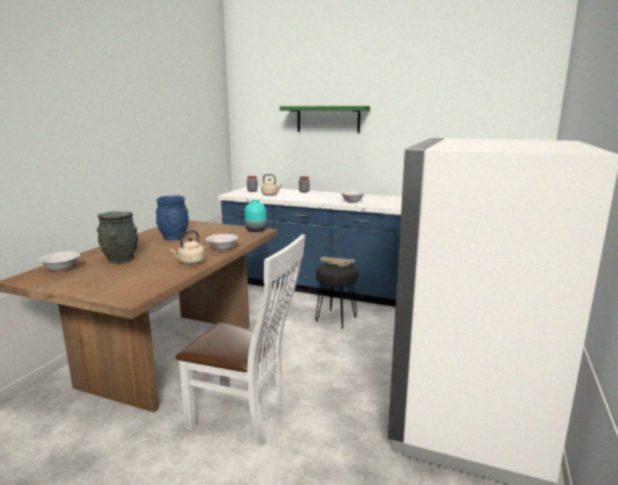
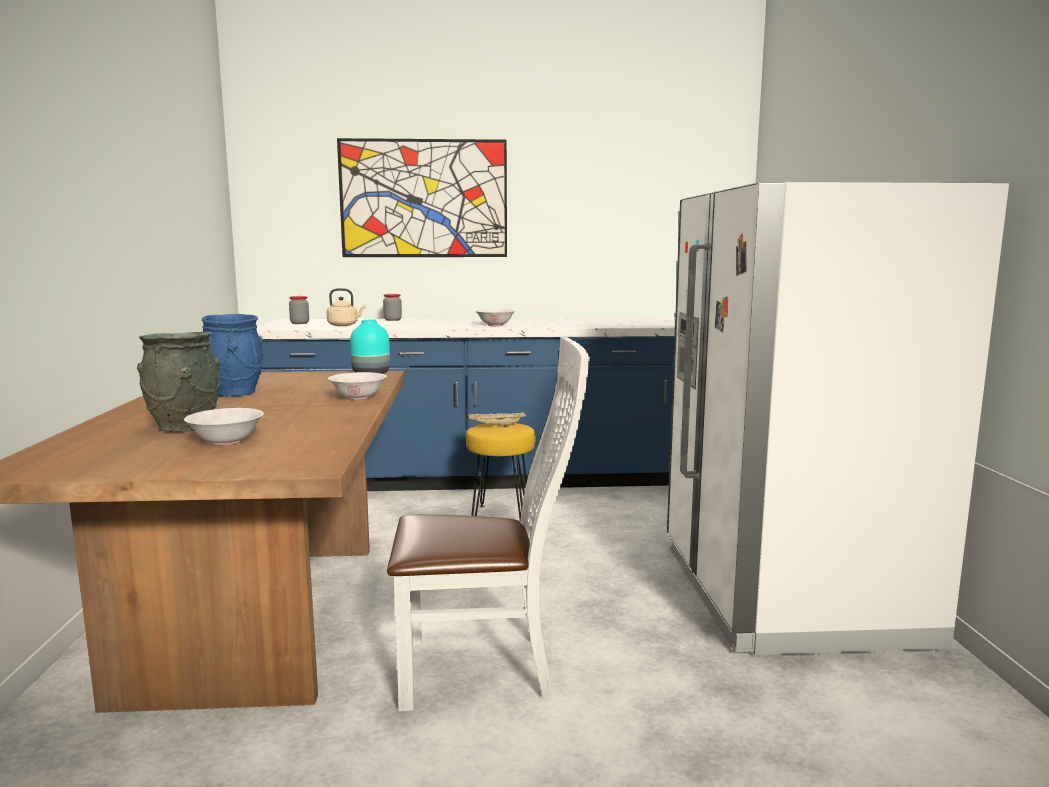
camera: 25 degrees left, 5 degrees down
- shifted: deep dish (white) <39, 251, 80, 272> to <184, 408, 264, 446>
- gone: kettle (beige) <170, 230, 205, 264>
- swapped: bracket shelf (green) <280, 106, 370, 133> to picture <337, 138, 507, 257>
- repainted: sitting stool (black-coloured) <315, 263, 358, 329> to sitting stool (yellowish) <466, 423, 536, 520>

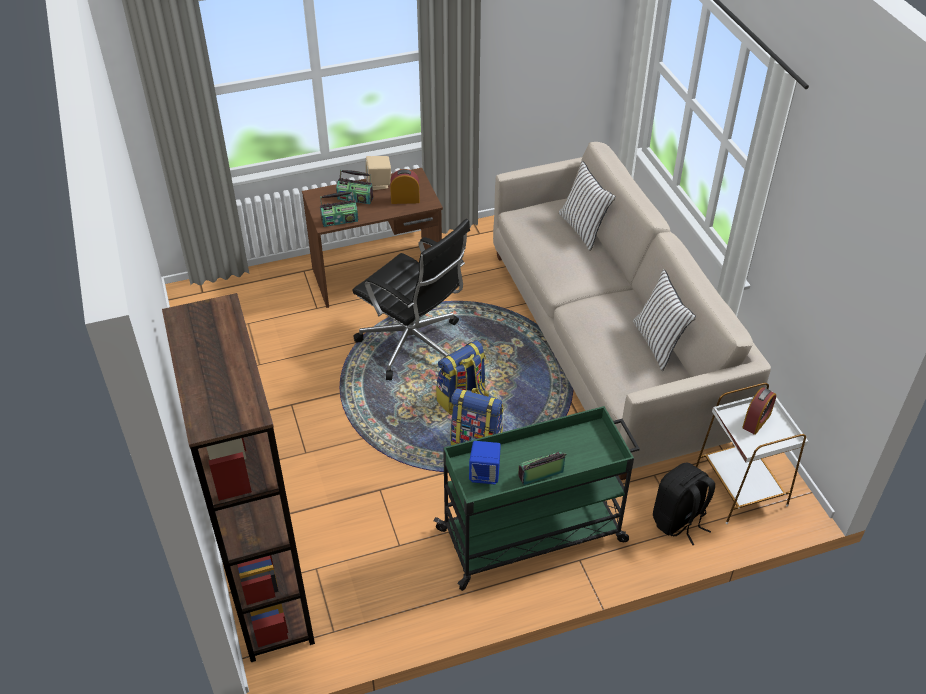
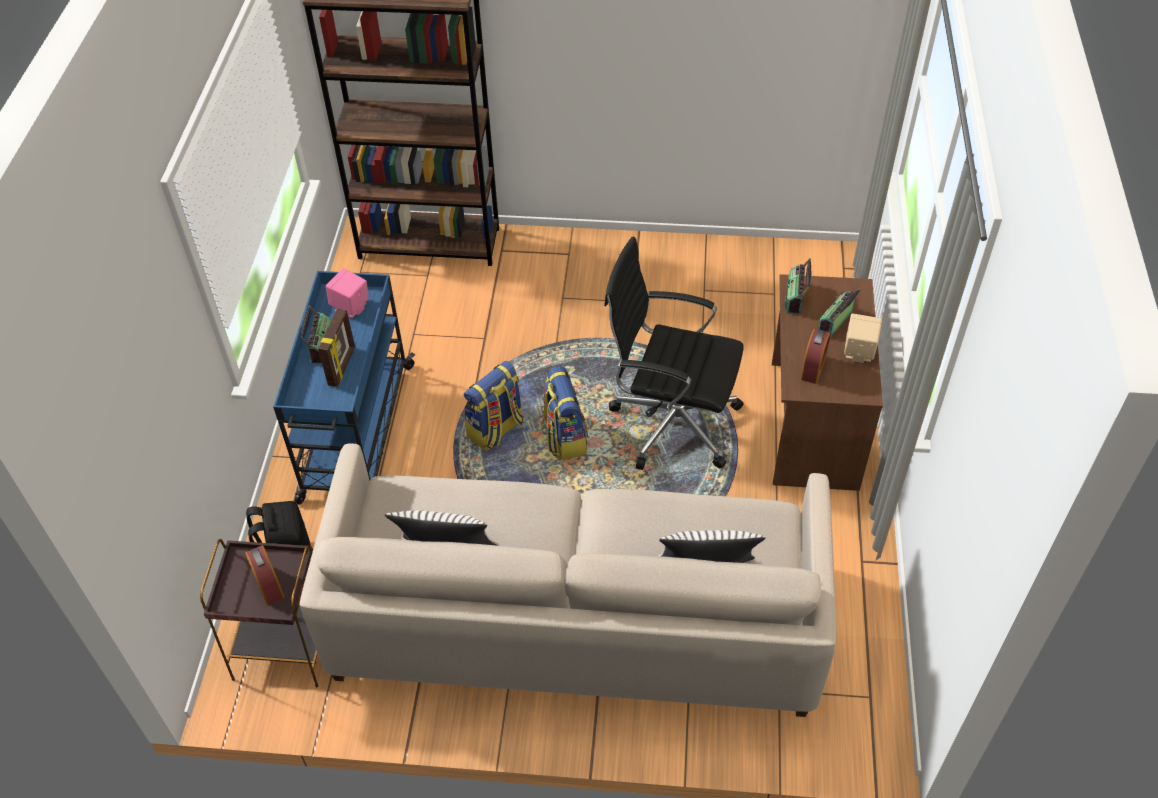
camera: 115 degrees right, 5 degrees up
- rotated: desk chair (black-coloured) <352, 219, 470, 380> = <604, 237, 744, 470> 45 degrees clockwise
- repainted: wheeled cart (green) <433, 406, 640, 591> to wheeled cart (bluish) <273, 271, 415, 505>
- repainted: loudspeaker (bluish) <469, 441, 501, 484> to loudspeaker (pink-coloured) <326, 268, 369, 318>
- repainted: end table (white) <696, 383, 808, 524> to end table (brownish) <200, 539, 318, 687>
- new: picture frame <318, 308, 355, 387>

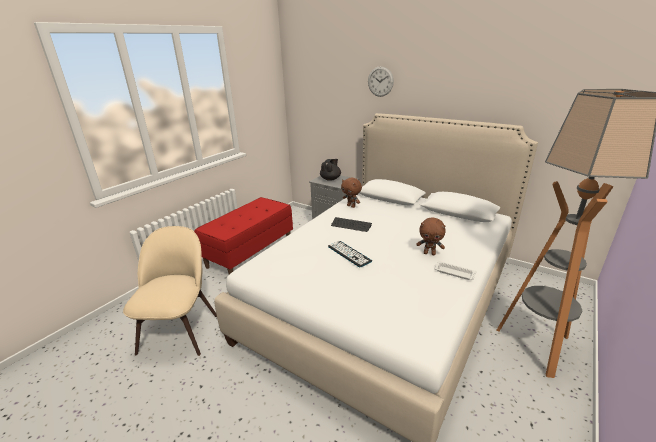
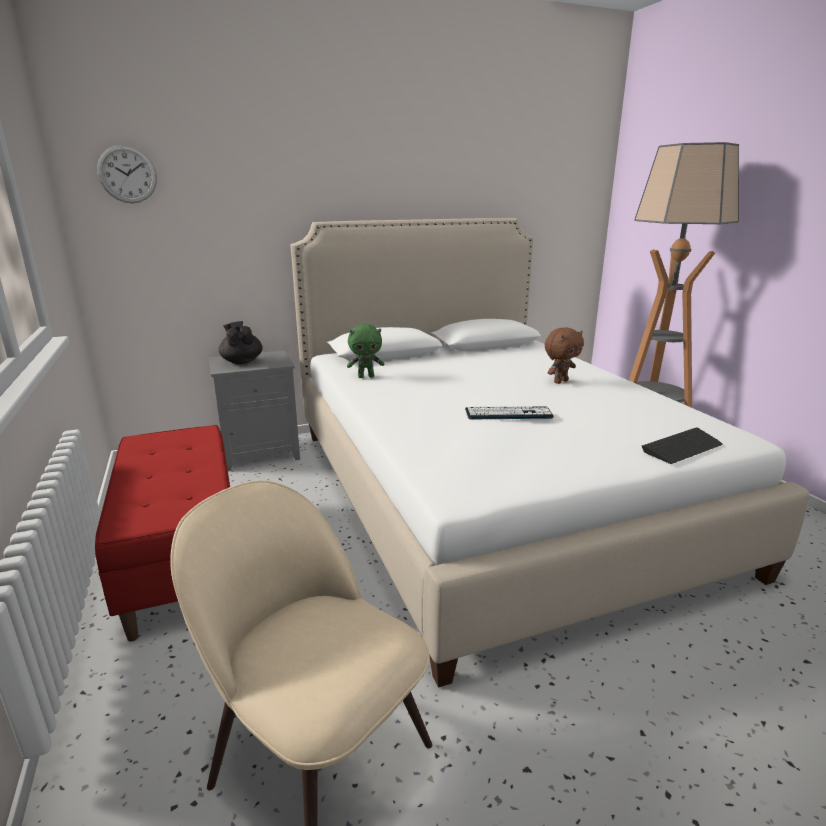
camera: 55 degrees left, 5 degrees down
- shifted: keyboard <331, 217, 372, 232> to <642, 428, 722, 464>
- repainted: soft toy (brownish) <341, 178, 362, 208> to soft toy (green) <347, 324, 385, 378>
- shifted: wall clock <368, 66, 394, 97> to <97, 145, 157, 203>
- gone: serving tray (white) <434, 261, 476, 280>

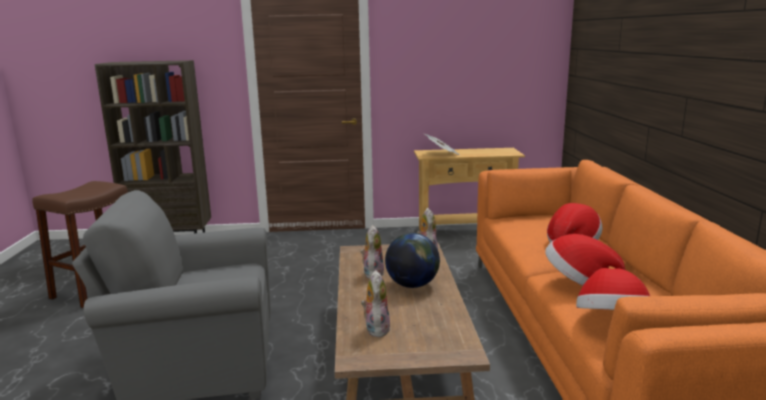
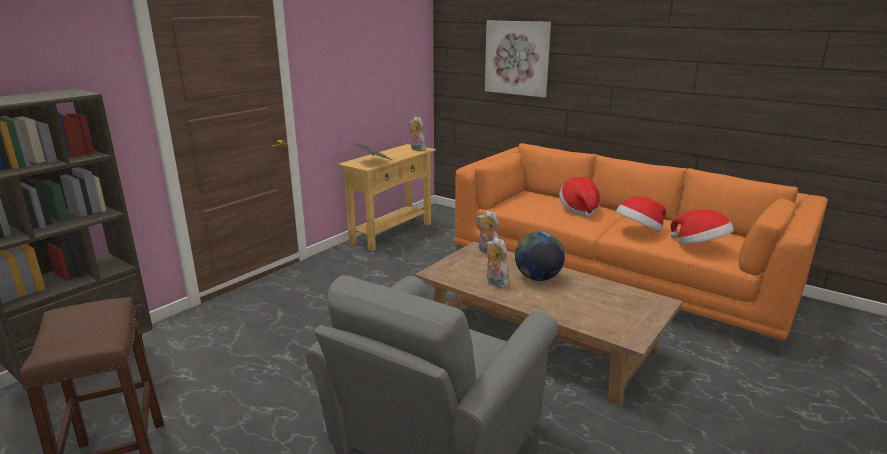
camera: 50 degrees left, 5 degrees up
- shifted: soft toy <361, 270, 390, 337> to <409, 117, 428, 151>
- new: picture <485, 20, 551, 97>

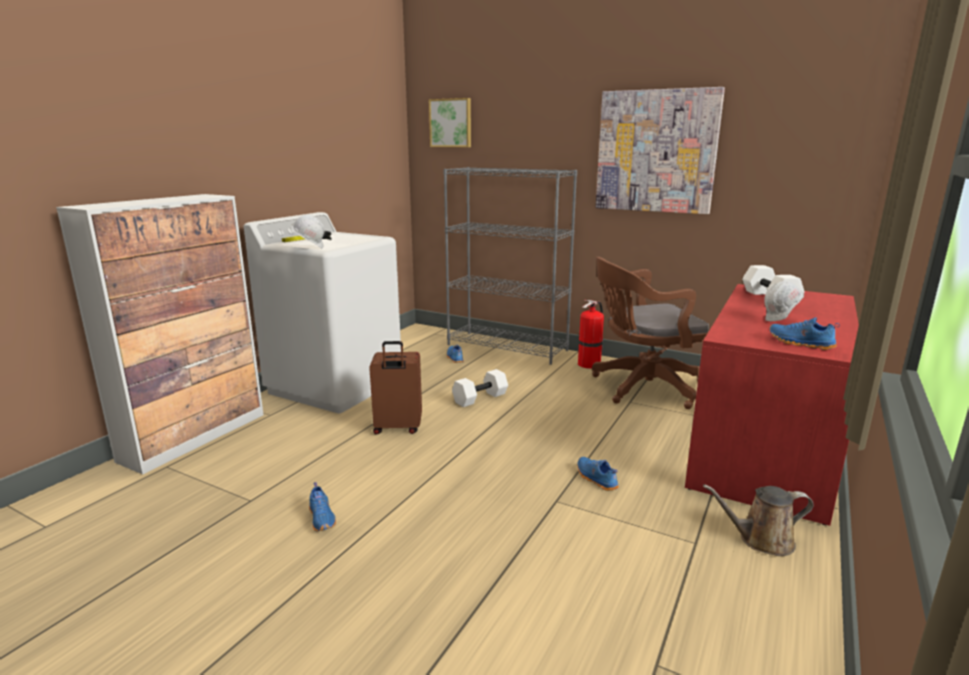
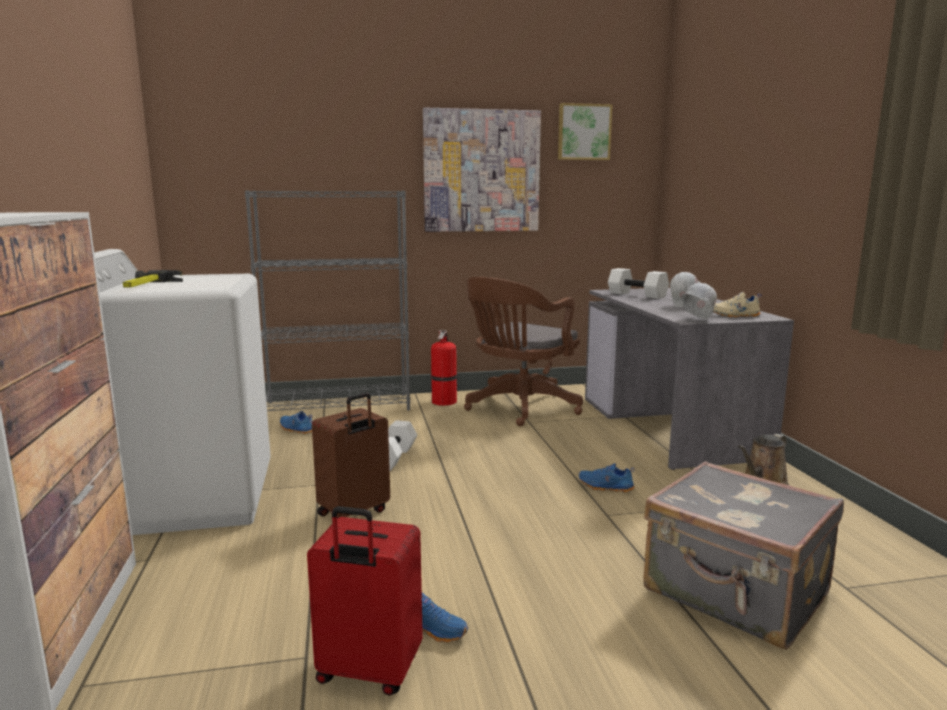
camera: 40 degrees left, 5 degrees down
- shifted: hard hat (white) <291, 215, 325, 249> to <682, 283, 717, 320>
- shifted: picture <429, 98, 471, 147> to <558, 103, 612, 160>
- repainted: desk (red-coloured) <685, 284, 859, 526> to desk (grey) <585, 288, 794, 470>
- repainted: shoe (bluish) <770, 317, 840, 350> to shoe (beige) <713, 292, 761, 318>
- new: piece of luggage (red-coloured) <307, 506, 423, 696>
- new: piece of luggage (grey) <643, 461, 844, 650>

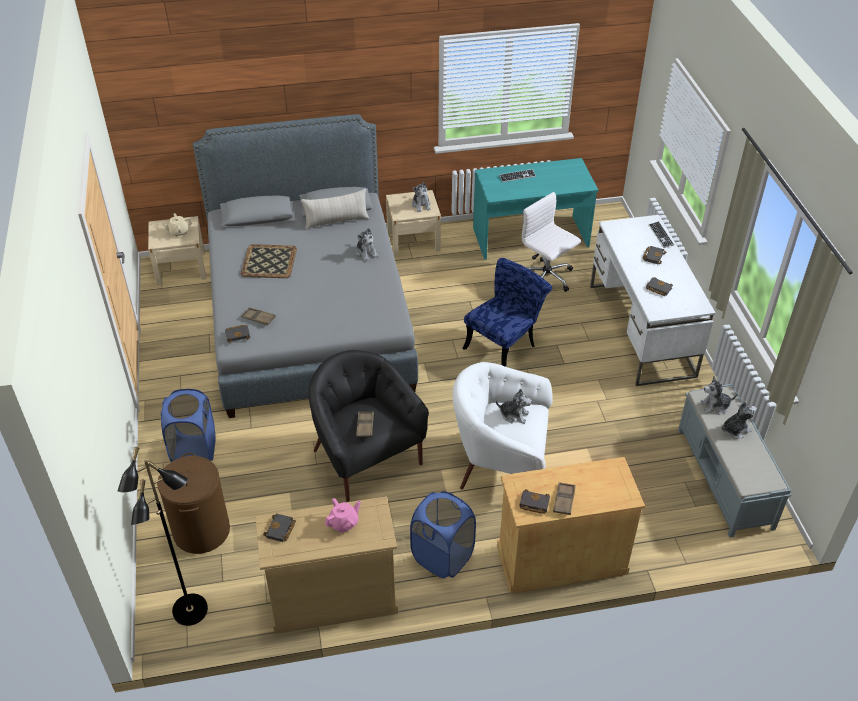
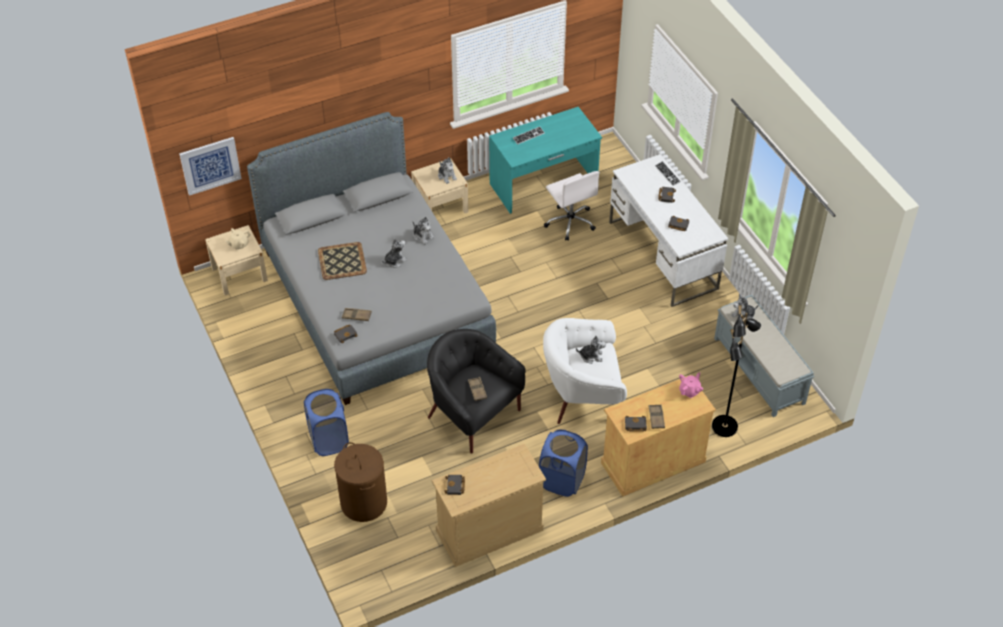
camera: 15 degrees left, 5 degrees up
- shifted: standing lamp (black-coloured) <118, 447, 208, 626> to <712, 305, 761, 437>
- gone: cushion (beige) <301, 189, 369, 230>
- shifted: tea pot (pink-coloured) <325, 498, 361, 533> to <679, 372, 703, 398>
- gone: upright chair (bluish) <463, 258, 552, 367>
- rotated: desk chair (white) <522, 192, 581, 292> = <544, 171, 600, 241> 150 degrees counterclockwise
- shifted: soft toy <722, 402, 757, 439> to <382, 239, 407, 268>
- new: picture <179, 137, 242, 196>

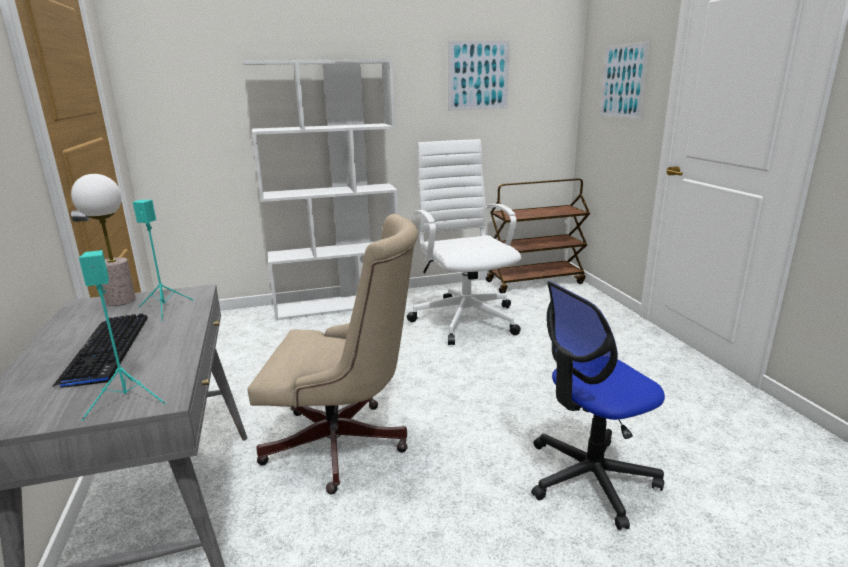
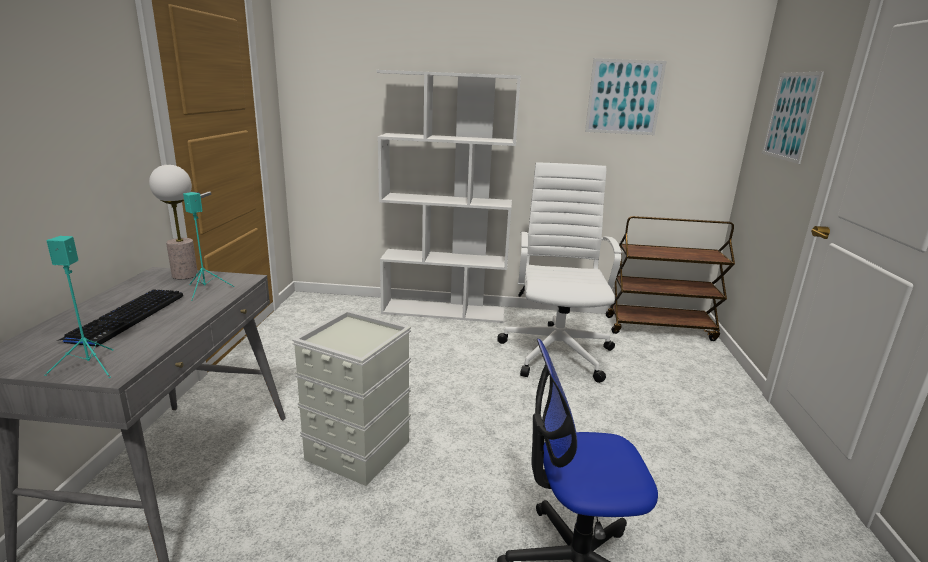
camera: 20 degrees right, 0 degrees up
- swapped: desk chair (beige) <248, 214, 418, 494> to storage container (grey) <292, 310, 411, 486>

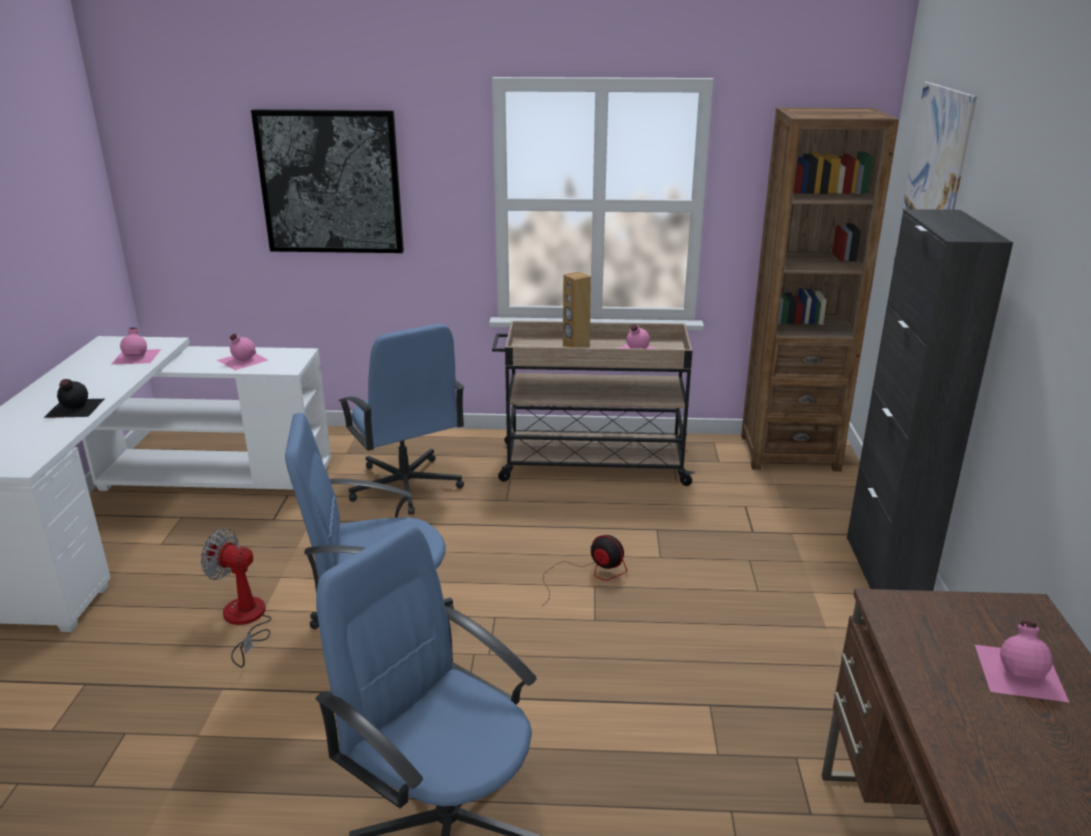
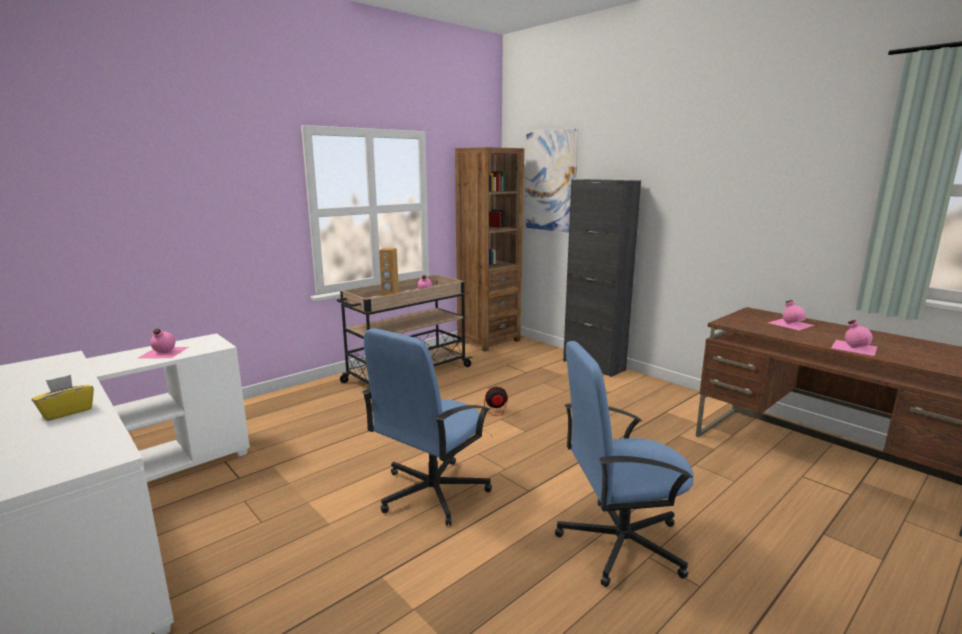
camera: 45 degrees left, 10 degrees down
- swapped: drink bottle (black-coloured) <44, 379, 104, 418> to box of tissues (yellowish) <32, 375, 94, 421>
- shifted: drink bottle (pink-coloured) <111, 328, 161, 365> to <831, 320, 877, 356>
- gone: fan <201, 528, 271, 667>
- gone: picture <251, 109, 404, 253>
- gone: desk chair (bluish) <338, 324, 465, 515>

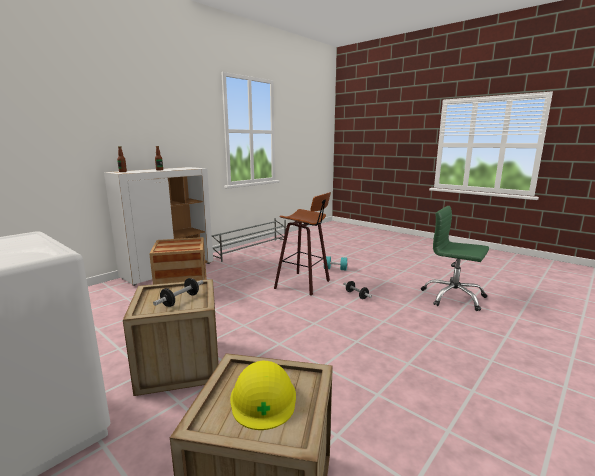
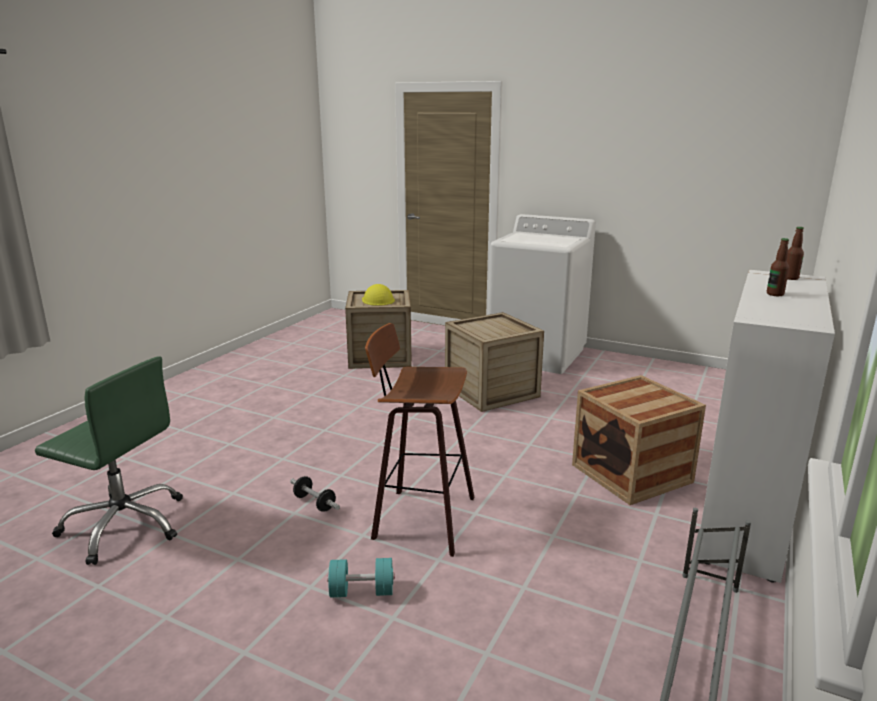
camera: 165 degrees right, 5 degrees up
- gone: hand weight <153, 278, 203, 307>

